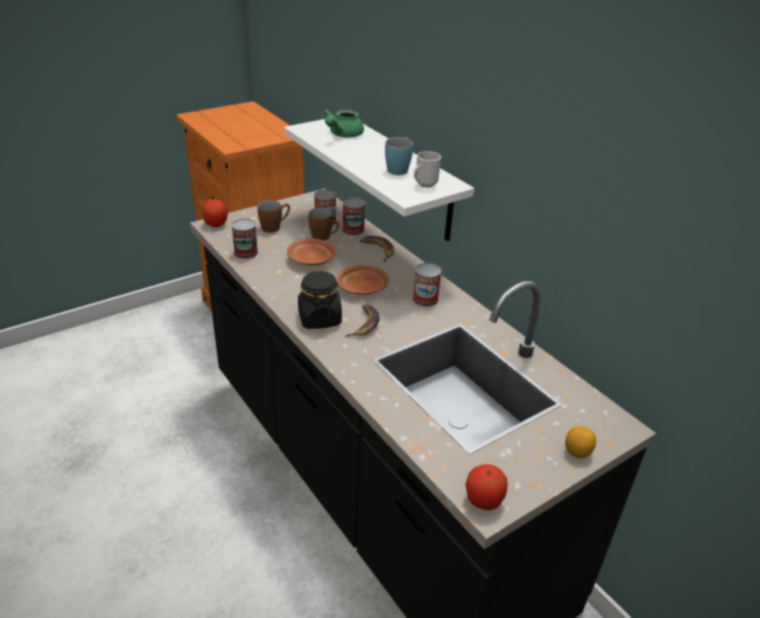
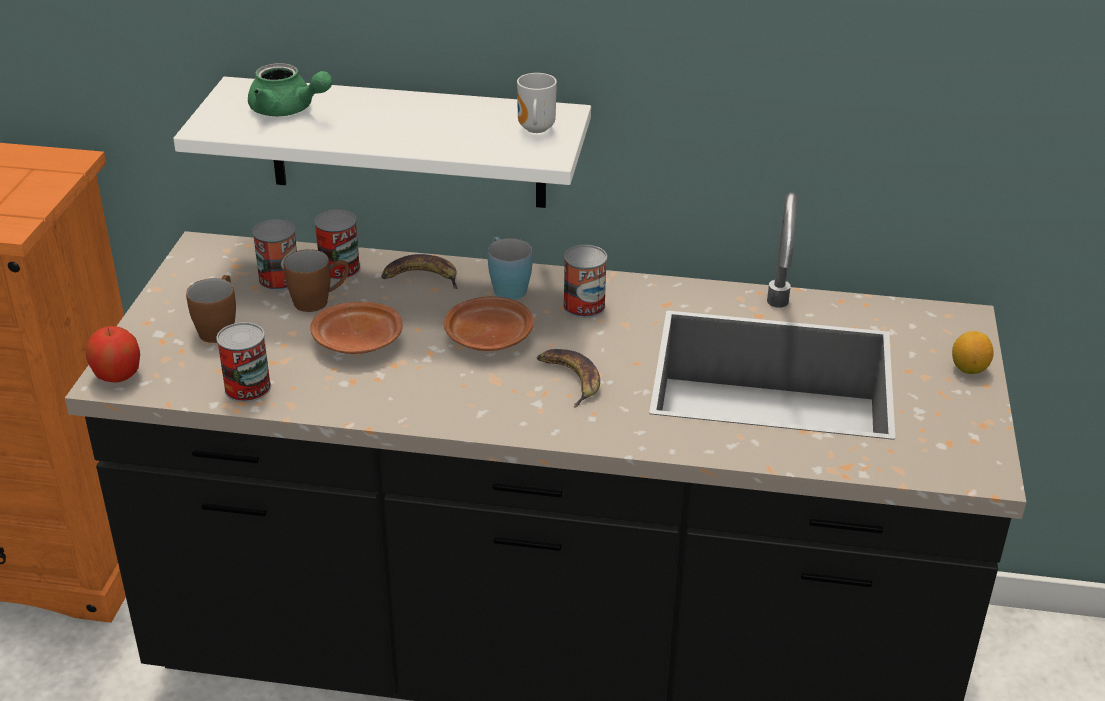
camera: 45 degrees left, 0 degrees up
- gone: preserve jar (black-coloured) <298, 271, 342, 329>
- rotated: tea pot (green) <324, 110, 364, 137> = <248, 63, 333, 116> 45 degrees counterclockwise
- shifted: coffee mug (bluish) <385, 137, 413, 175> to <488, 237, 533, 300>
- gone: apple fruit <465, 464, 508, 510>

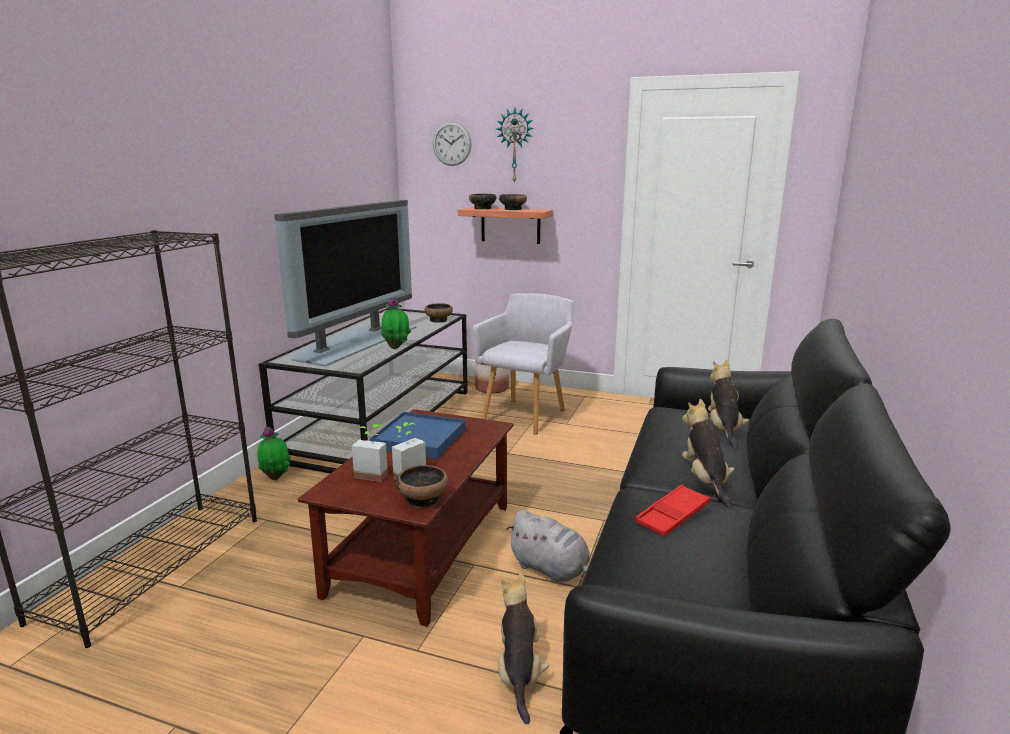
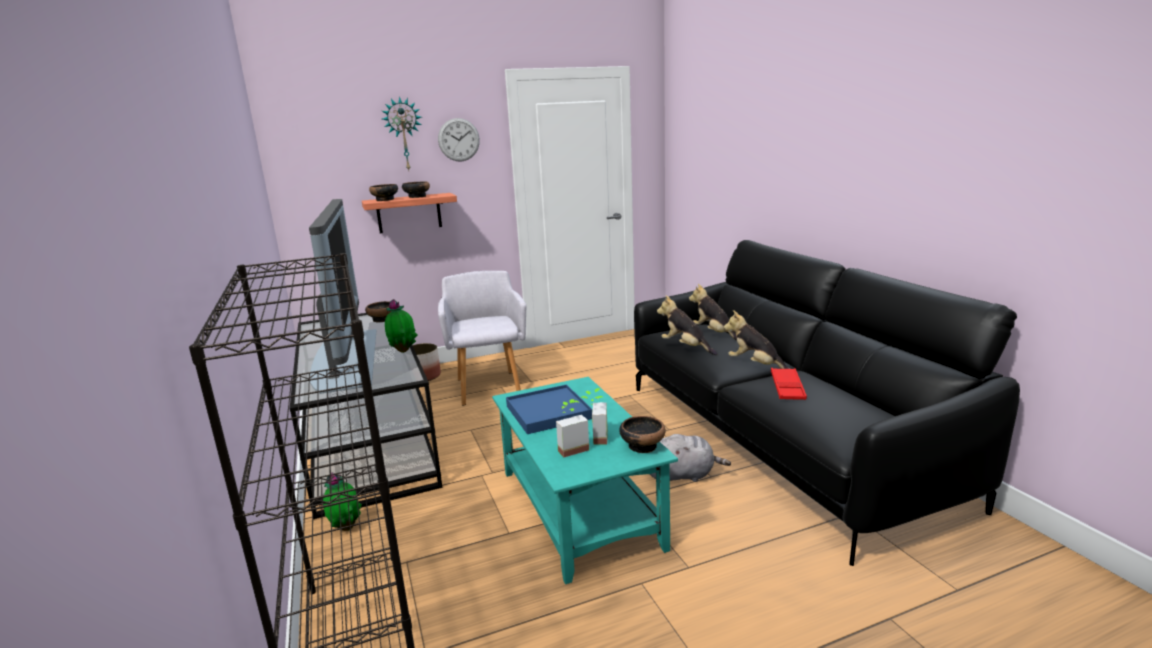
camera: 40 degrees left, 0 degrees up
- repainted: lounge table (brownish) <298, 409, 514, 627> to lounge table (turquoise) <492, 377, 678, 584>
- shifted: wall clock <433, 121, 472, 166> to <438, 118, 480, 162>
- shifted: soft toy <498, 572, 550, 725> to <657, 295, 717, 355>

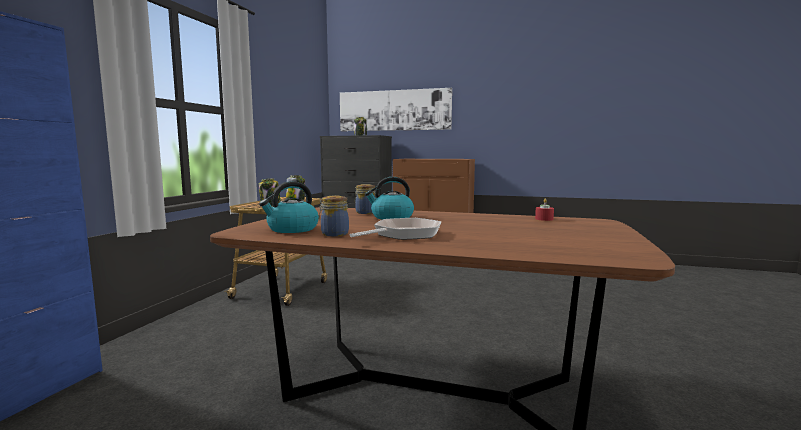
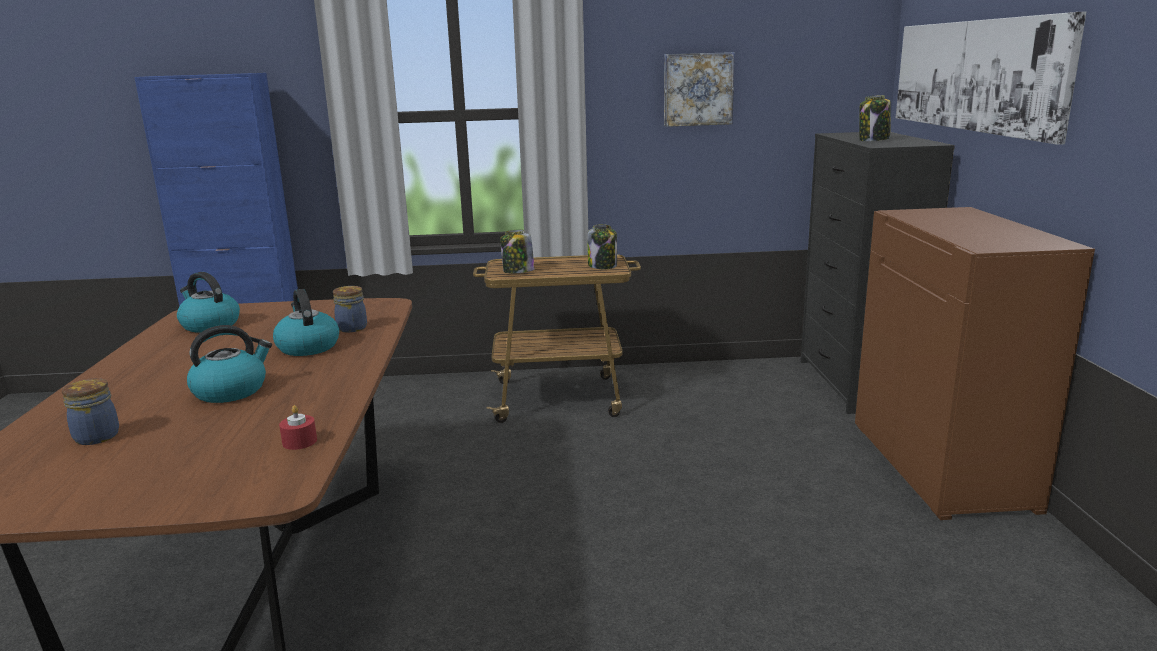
camera: 70 degrees right, 10 degrees up
- shifted: preserve jar <319, 196, 349, 236> to <62, 378, 119, 445>
- gone: frying pan <350, 218, 441, 240>
- new: kettle <187, 325, 272, 403>
- new: picture <664, 52, 735, 127>

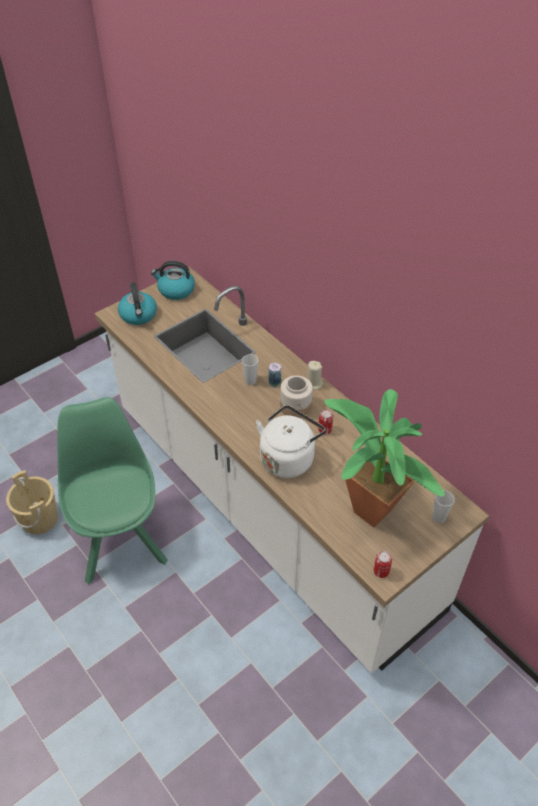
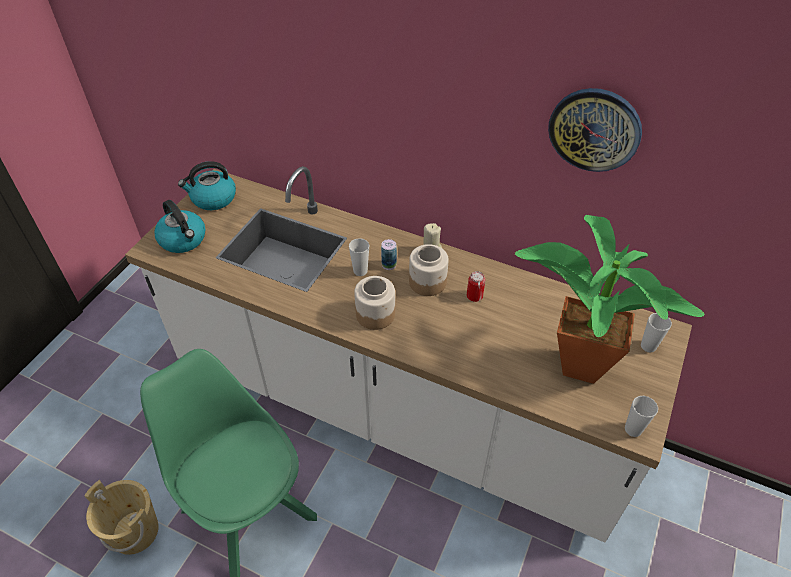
camera: 25 degrees left, 0 degrees up
- gone: kettle (white) <256, 405, 326, 478>
- swapped: sealed can <373, 551, 392, 578> to cup <625, 396, 658, 437>
- new: preserve jar <354, 276, 395, 330>
- new: wall clock <548, 88, 642, 172>

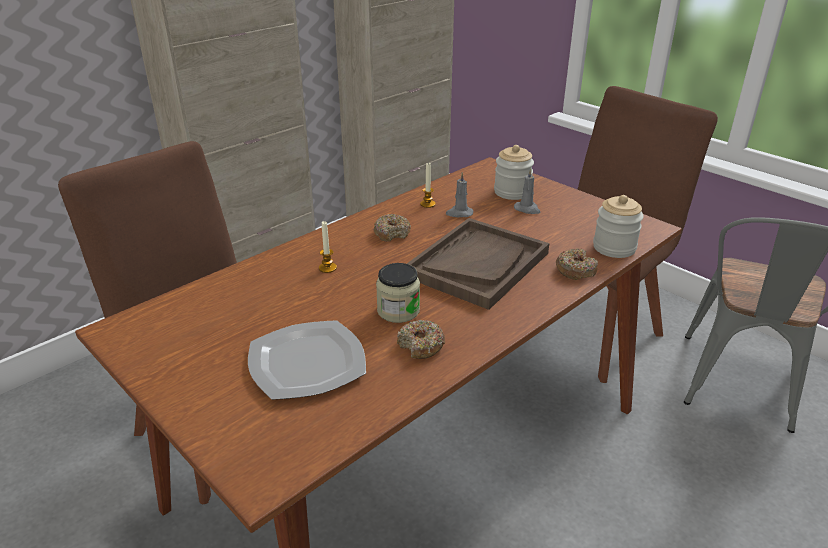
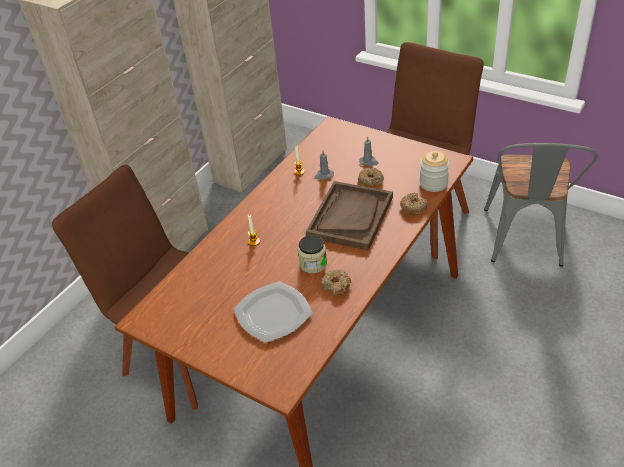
camera: 10 degrees left, 10 degrees up
- shifted: ring doughnut <373, 214, 411, 242> to <358, 168, 384, 188>
- gone: preserve jar <494, 145, 534, 200>

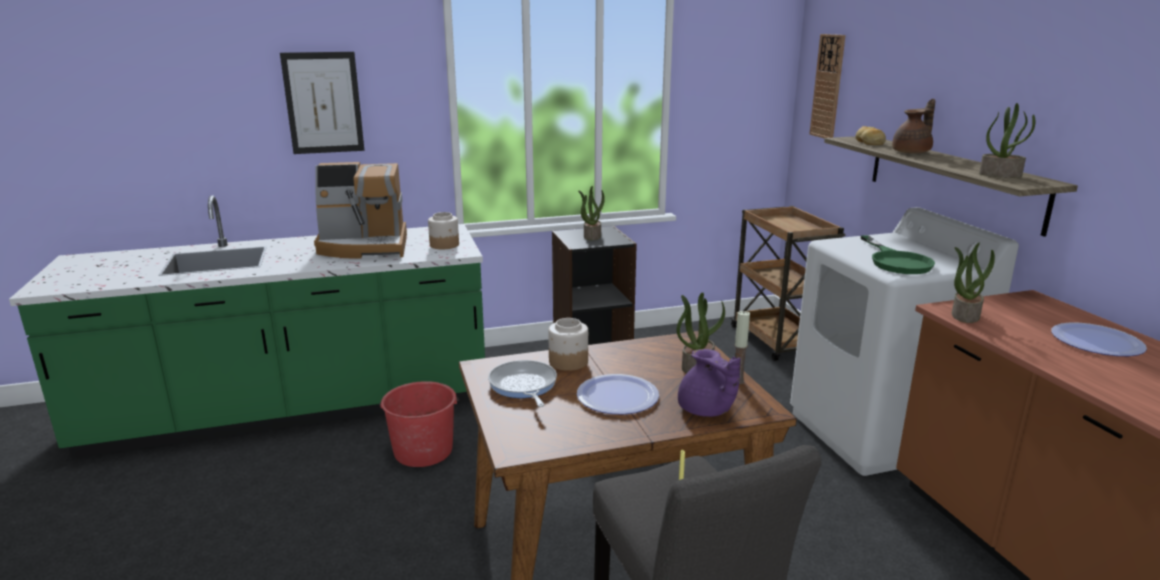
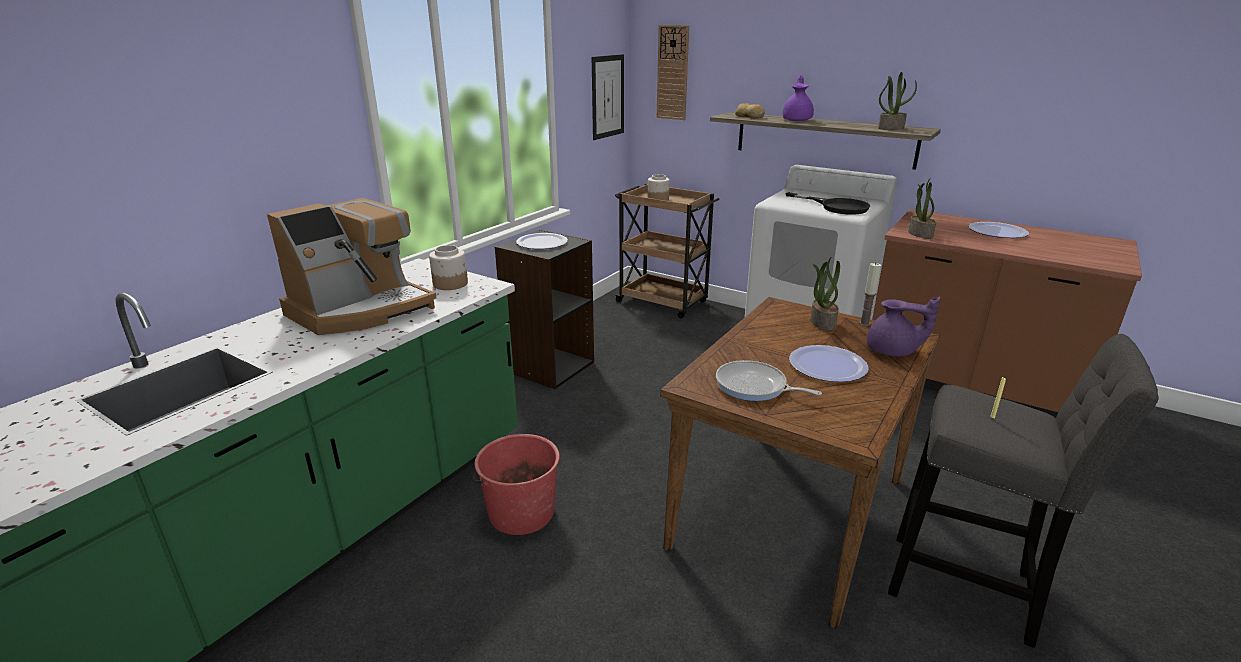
camera: 40 degrees left, 5 degrees up
- shifted: picture <280, 52, 365, 154> to <592, 54, 624, 140>
- shifted: preserve jar <548, 318, 588, 371> to <648, 174, 670, 201>
- swapped: plant in a pot <578, 186, 605, 240> to flat dish <516, 233, 568, 249>
- repainted: frying pan (green) <861, 235, 935, 274> to frying pan (black-coloured) <785, 192, 870, 215>
- repainted: tea pot (brownish) <892, 99, 935, 153> to tea pot (purplish) <783, 75, 814, 121>

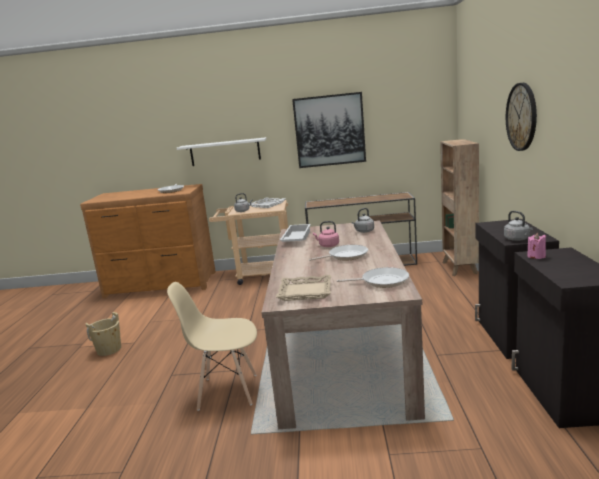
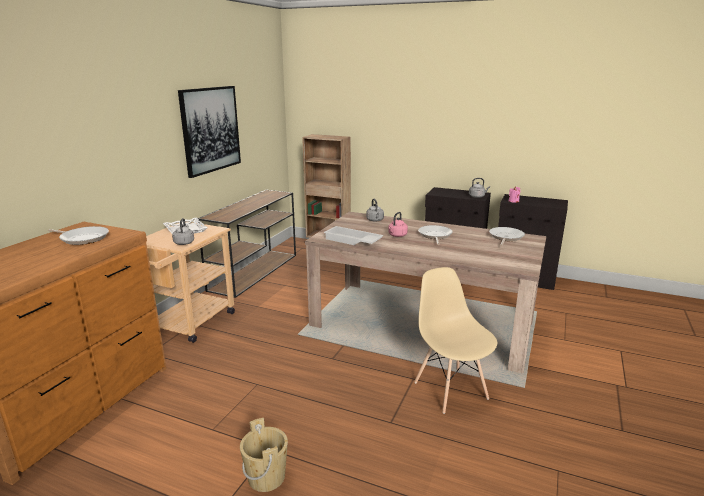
camera: 70 degrees left, 5 degrees up
- rotated: upright chair (beige) <167, 282, 257, 411> = <414, 267, 497, 414> 135 degrees clockwise
- gone: bracket shelf (white) <177, 137, 266, 166>
- gone: serving tray (beige) <276, 275, 331, 301>
- gone: wall clock <506, 83, 537, 151>

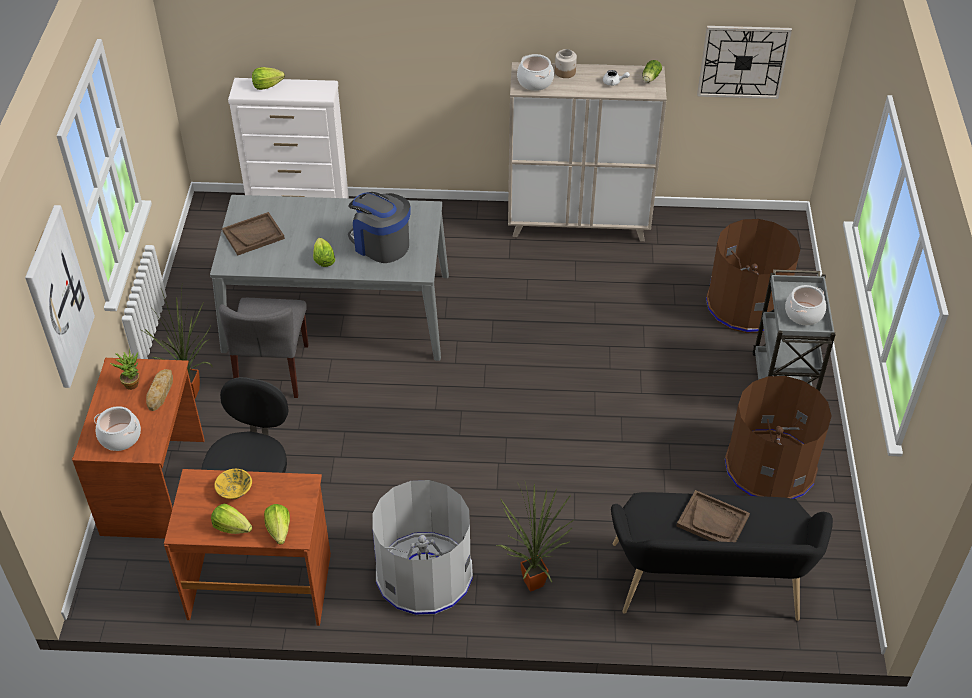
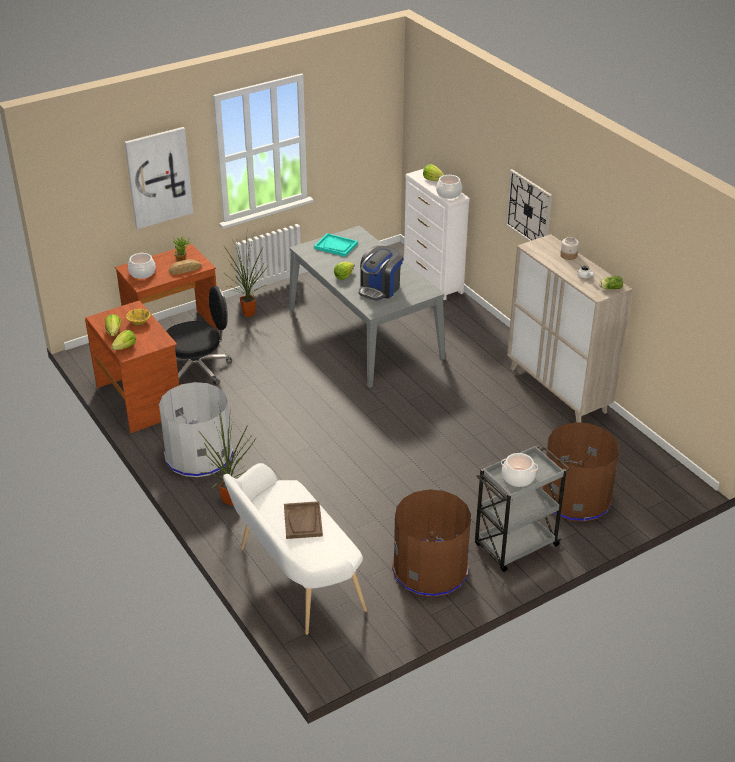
camera: 55 degrees right, 10 degrees down
- gone: upright chair (grey) <219, 298, 309, 398>
- repainted: serving tray (brownish) <222, 212, 285, 255> to serving tray (turquoise) <314, 233, 358, 257>
- rotated: coffee maker <348, 192, 410, 263> = <359, 246, 403, 301> 150 degrees counterclockwise
- shifted: saucepot <517, 54, 554, 91> to <436, 175, 462, 199>
- repainted: indoor bench (black-coloured) <611, 492, 833, 621> to indoor bench (white) <223, 463, 367, 635>
- shifted: wall clock <697, 26, 792, 99> to <506, 169, 552, 241>

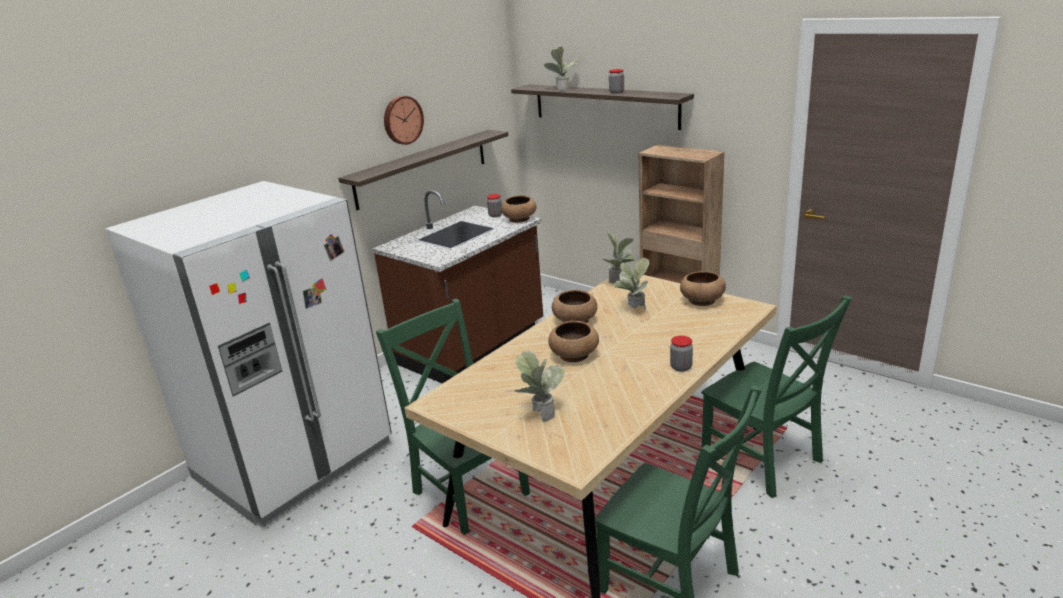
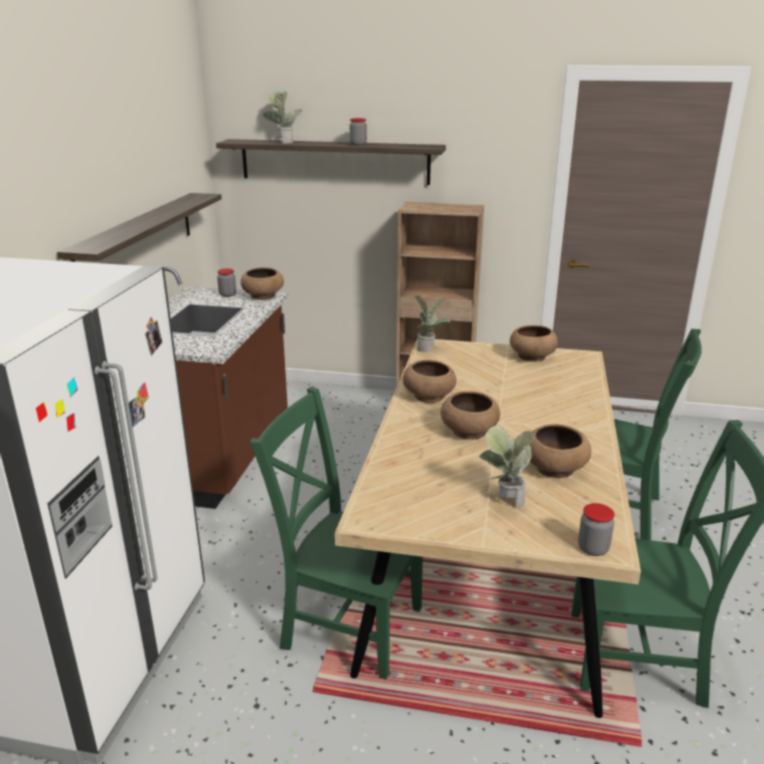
camera: 30 degrees left, 0 degrees up
- gone: wall clock <384, 96, 424, 145>
- gone: plant in a pot <614, 258, 649, 309>
- shifted: preserve jar <670, 336, 693, 372> to <578, 503, 614, 556>
- new: deep dish (brownish) <529, 424, 591, 478>

